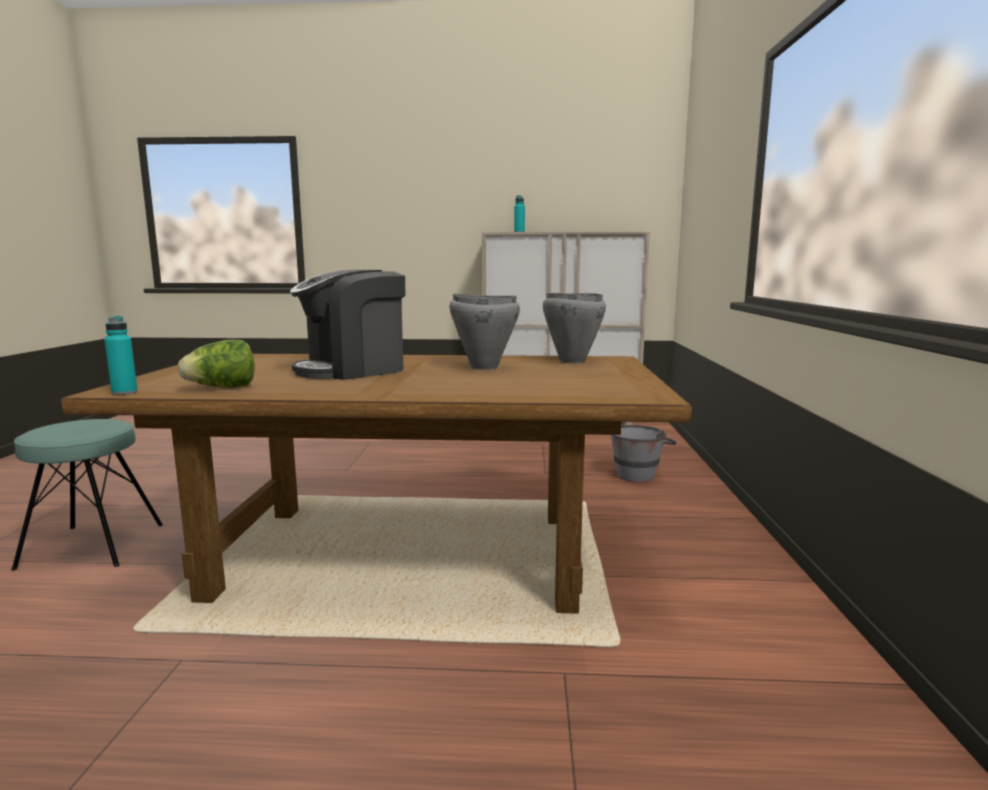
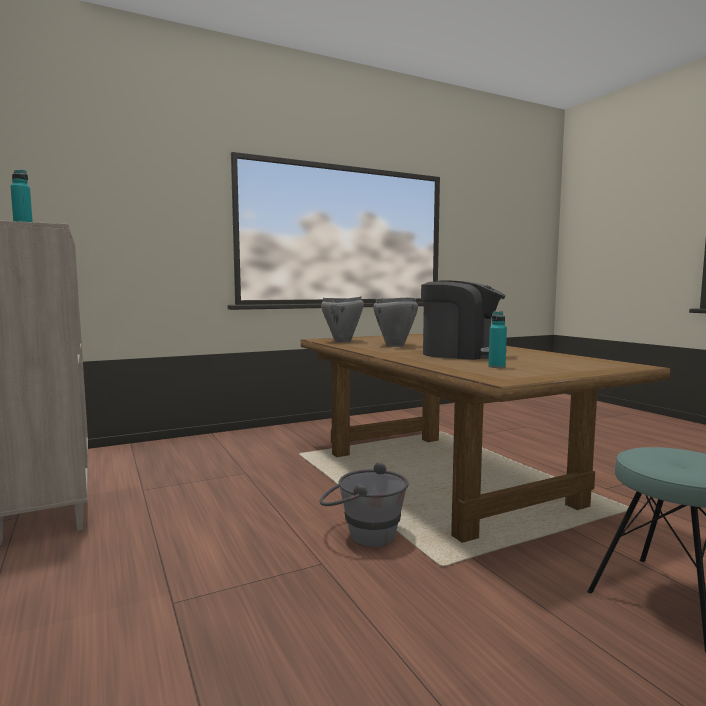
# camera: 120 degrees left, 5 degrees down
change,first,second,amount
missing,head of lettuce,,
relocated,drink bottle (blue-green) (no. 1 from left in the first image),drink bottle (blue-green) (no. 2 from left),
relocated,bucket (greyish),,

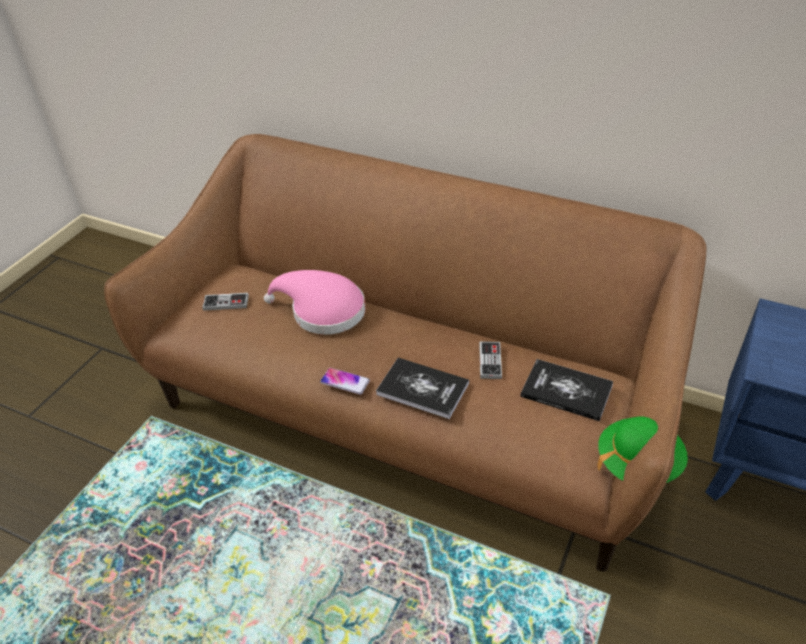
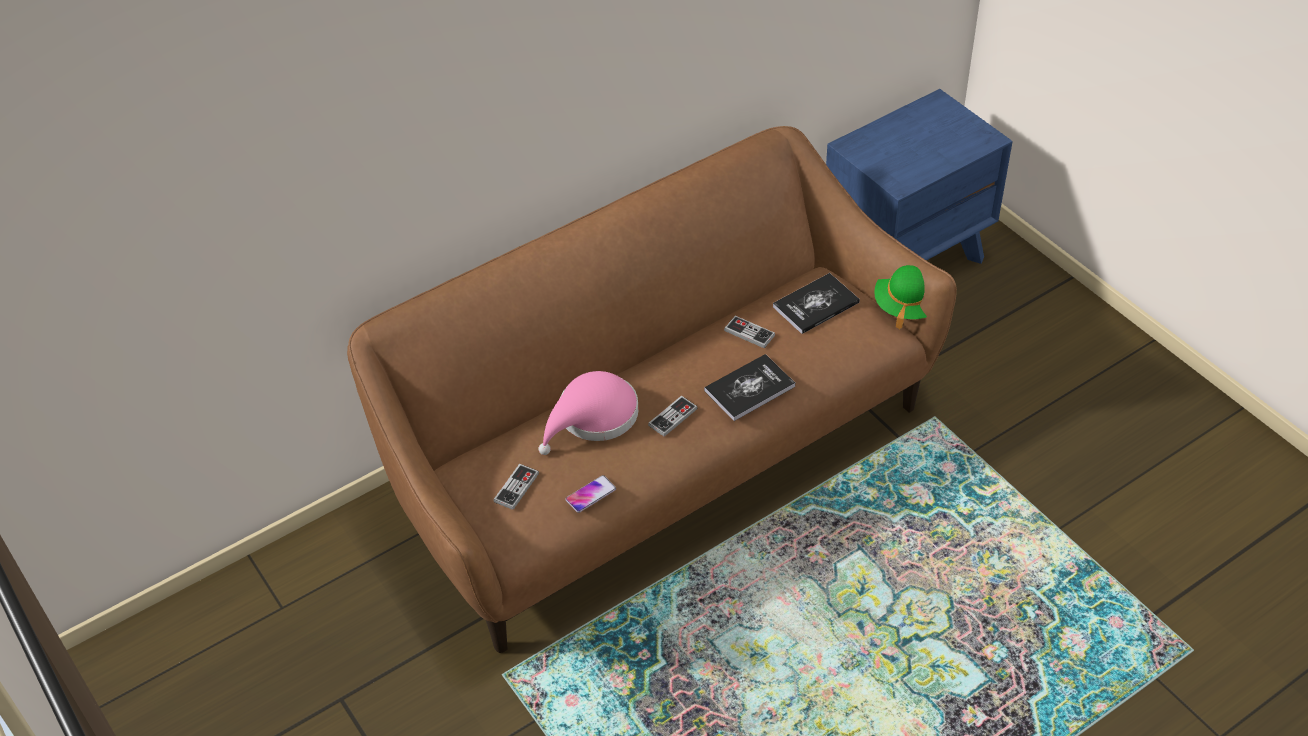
# camera: 60 degrees left, 5 degrees up
change,first,second,amount
appeared,,gamepad (no. 2 from left),
relocated,telephone,,

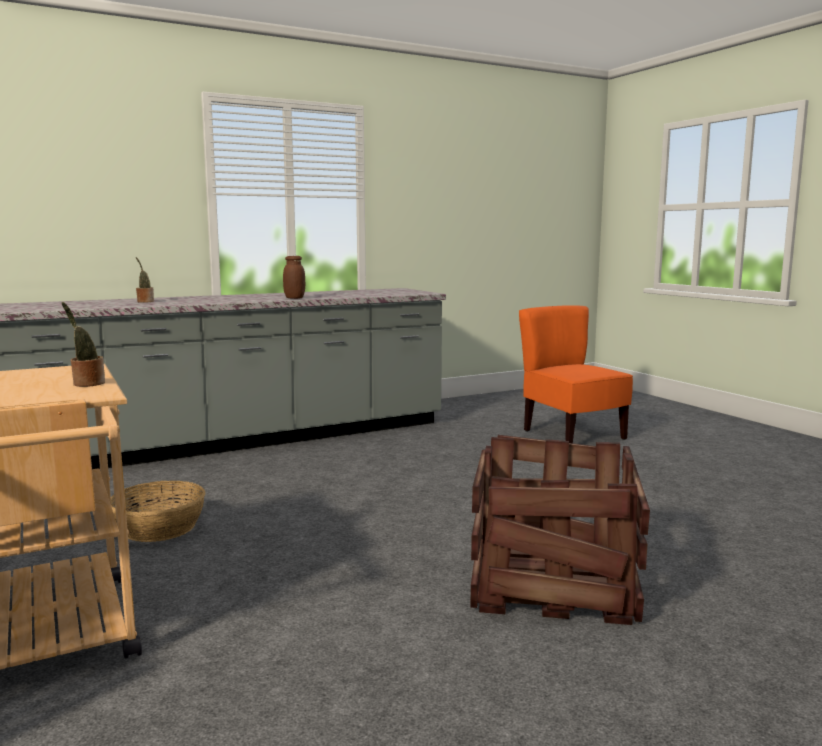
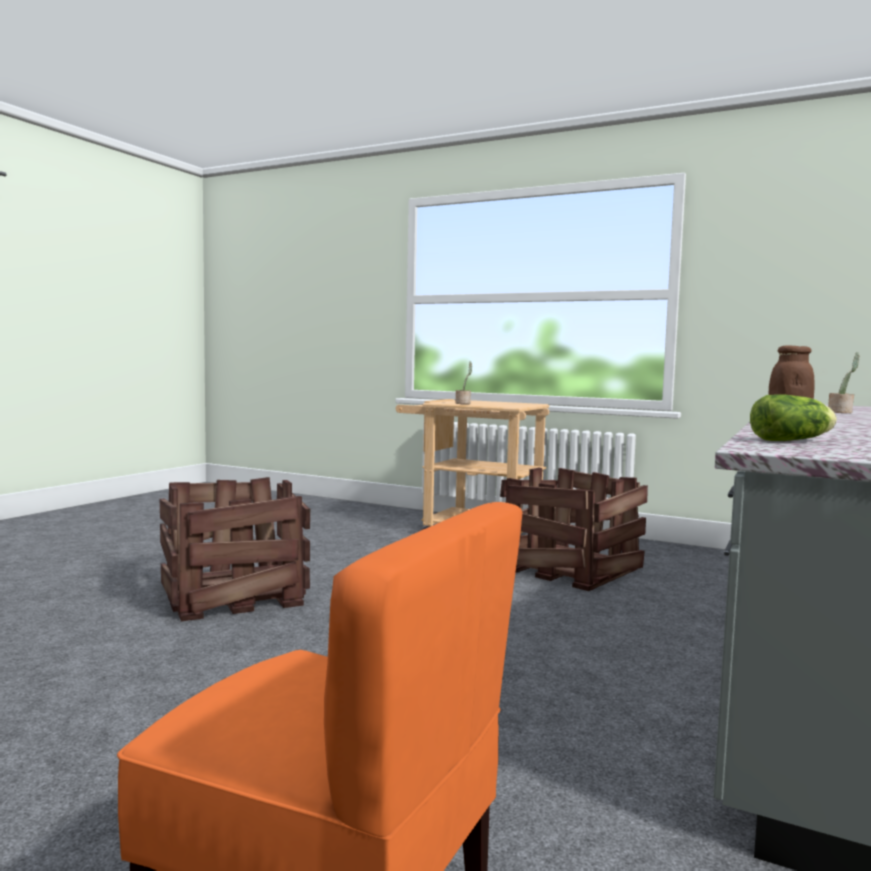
# camera: 145 degrees right, 5 degrees down
change,first,second,amount
appeared,,head of lettuce,
exchanged,basket,shipping crate (no. 2 from left),

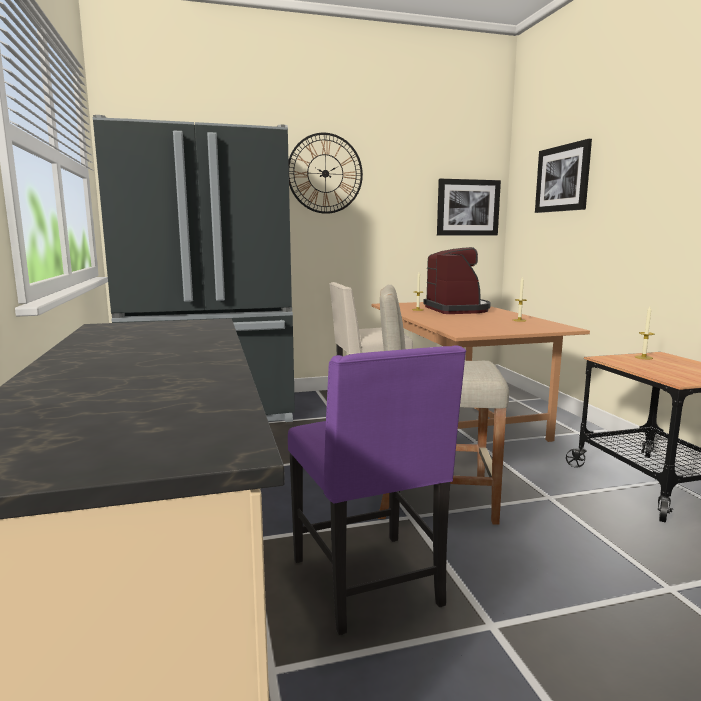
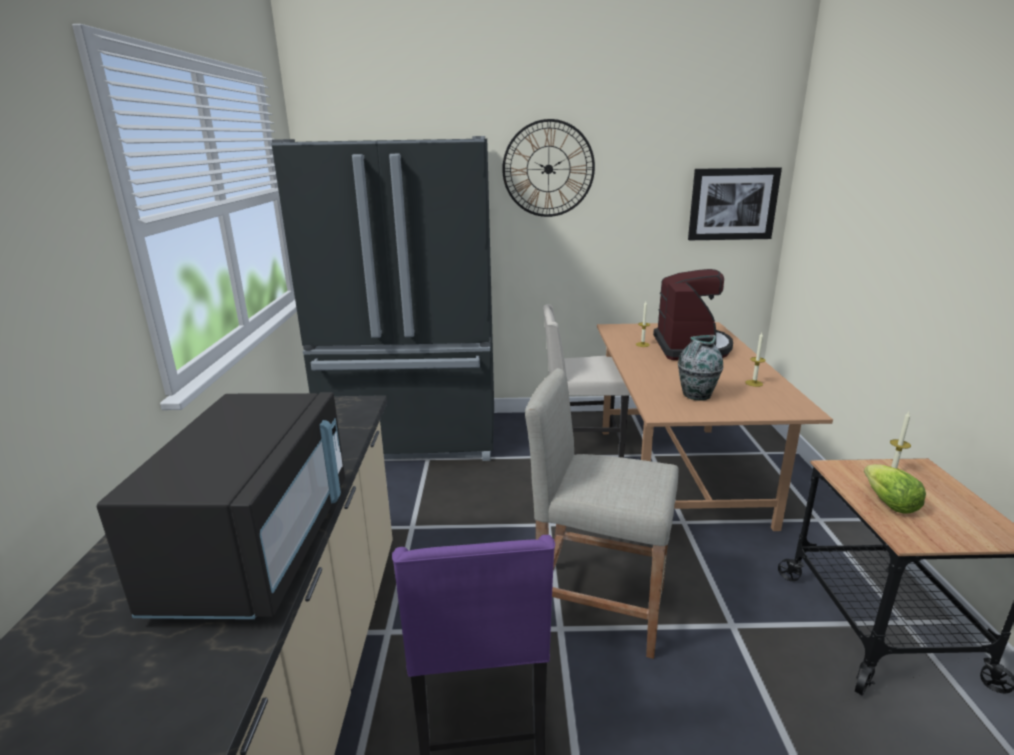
# camera: 15 degrees right, 10 degrees up
change,first,second,amount
missing,wall picture (no. 2 from left),,
appeared,,microwave (blackish),
appeared,,decorative vase,
appeared,,head of lettuce,

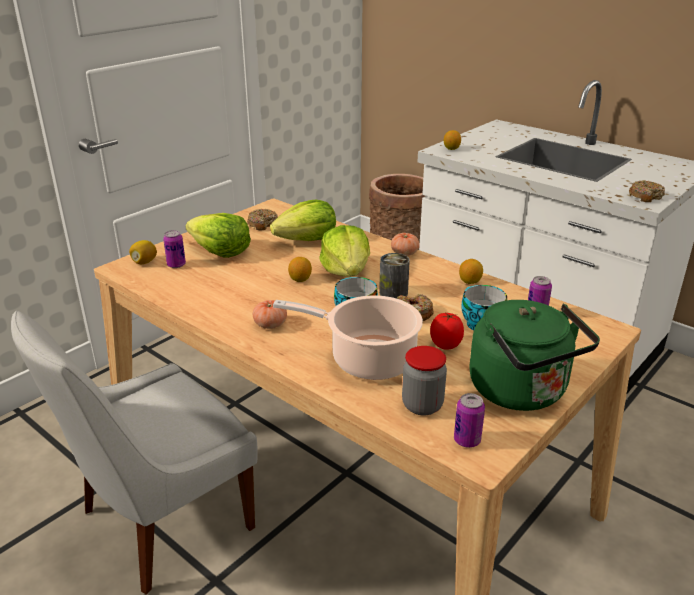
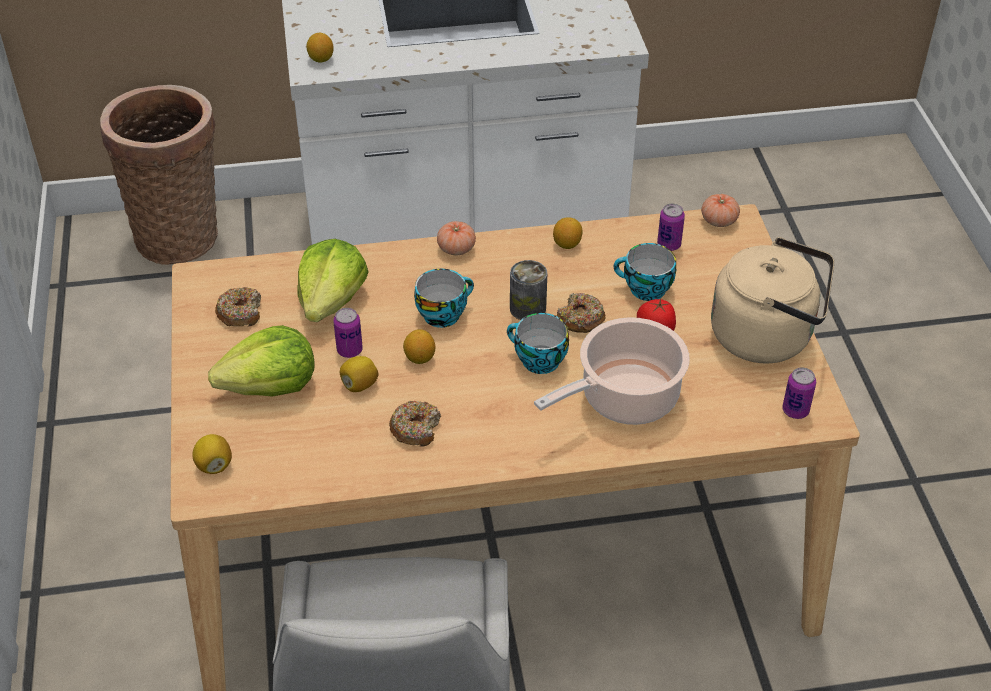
# camera: 50 degrees left, 15 degrees up
change,first,second,amount
missing,jar,,
appeared,,lemon (no. 3 from left),
relocated,can (no. 1 from left),,
relocated,whole tomato (no. 1 from left in the first image),whole tomato (no. 3 from left),
relocated,donut (no. 3 from left in the first image),donut (no. 2 from left),
exchanged,head of lettuce (no. 3 from left),drinking cup (no. 1 from left),
colour,water kettle (greenish),water kettle (beige),

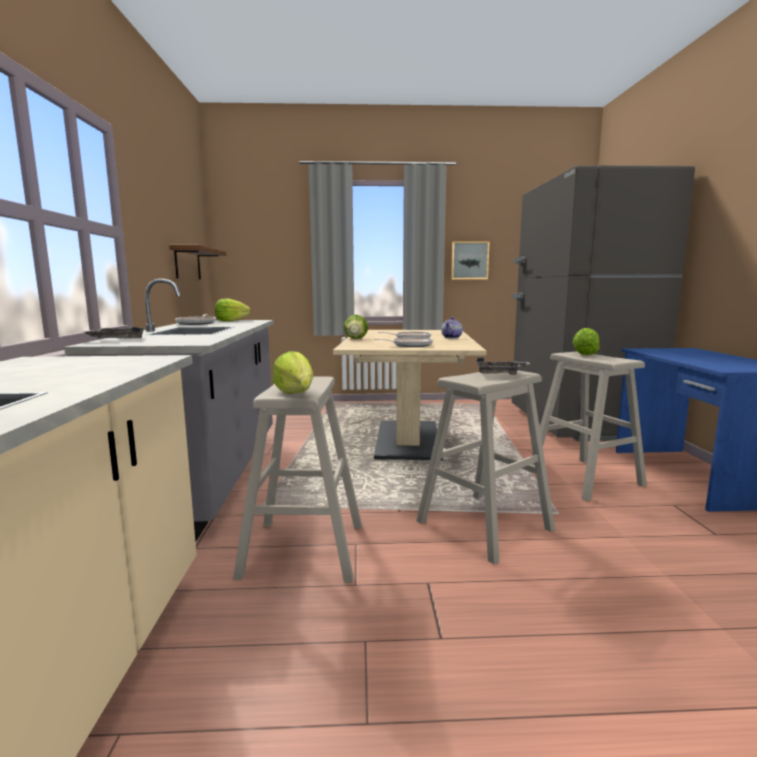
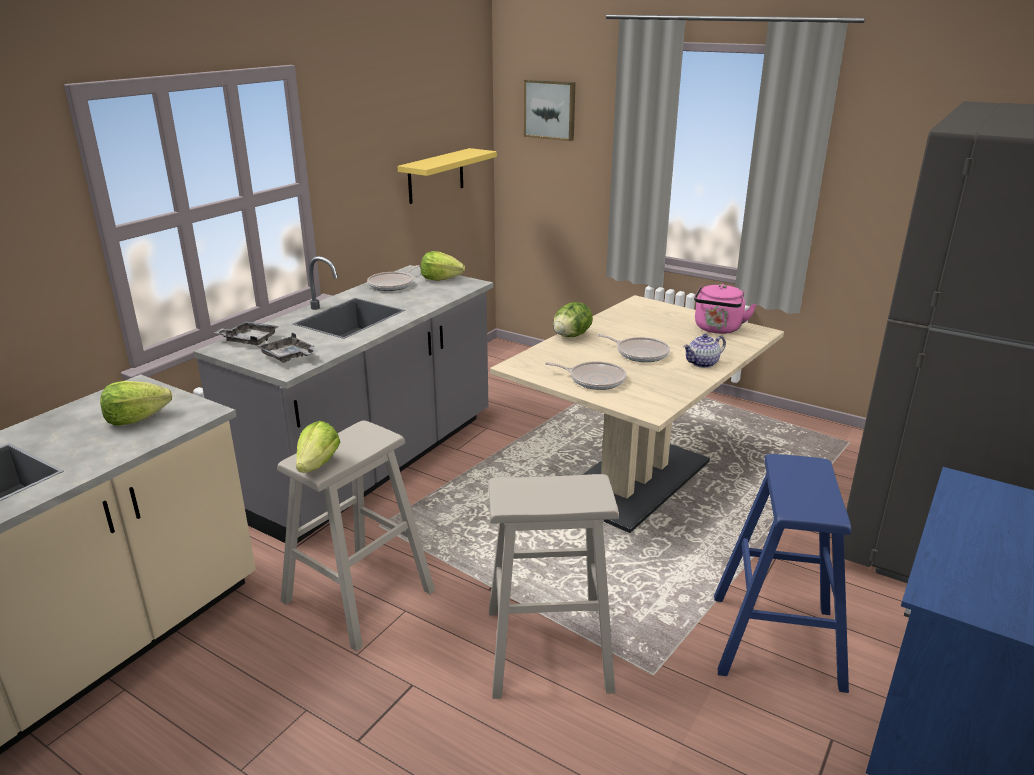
# camera: 35 degrees right, 15 degrees up
change,first,second,amount
appeared,,water kettle (pink),
relocated,wall picture,,
relocated,carrying tray (greyish) (no. 2 from left),,
relocated,head of lettuce (no. 4 from left in the first image),head of lettuce (no. 1 from left),
colour,wall shelf (brown),wall shelf (yellowish),
colour,sitting stool (beige) (no. 3 from left),sitting stool (blue),

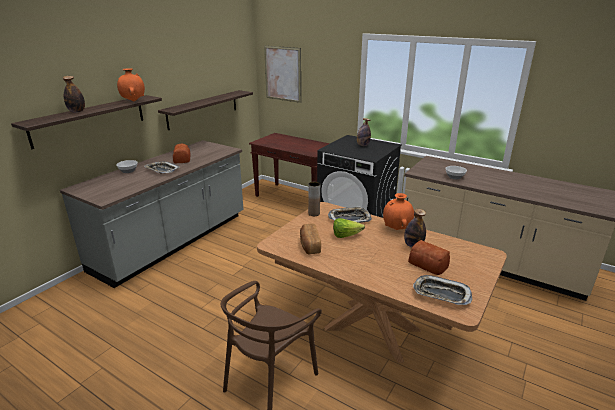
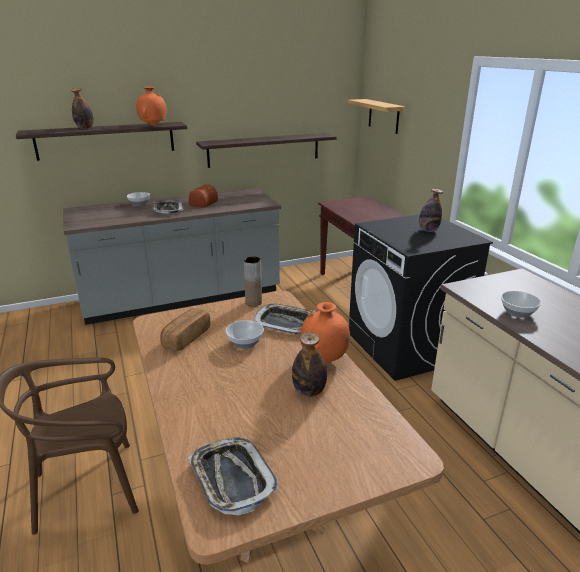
# camera: 35 degrees right, 0 degrees up
change,first,second,amount
missing,bakery bread (no. 3 from left),,
exchanged,wall picture,wall shelf (no. 3 from left),
exchanged,head of lettuce,deep dish (no. 2 from left),

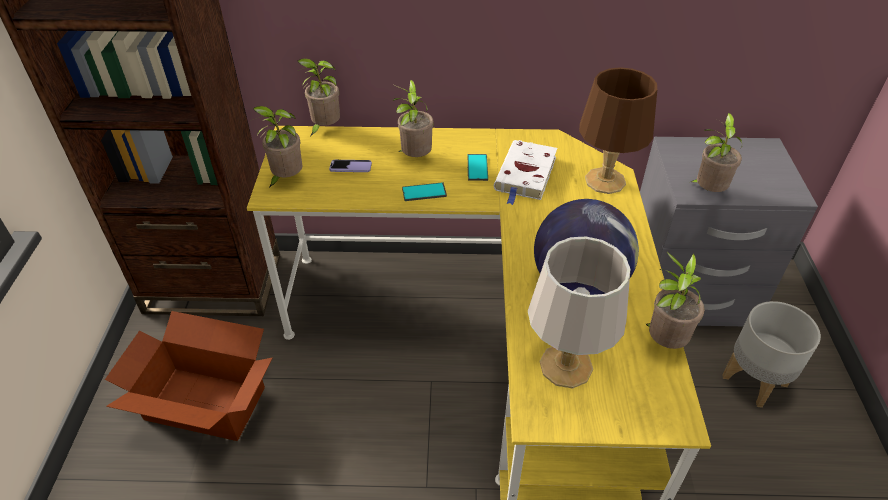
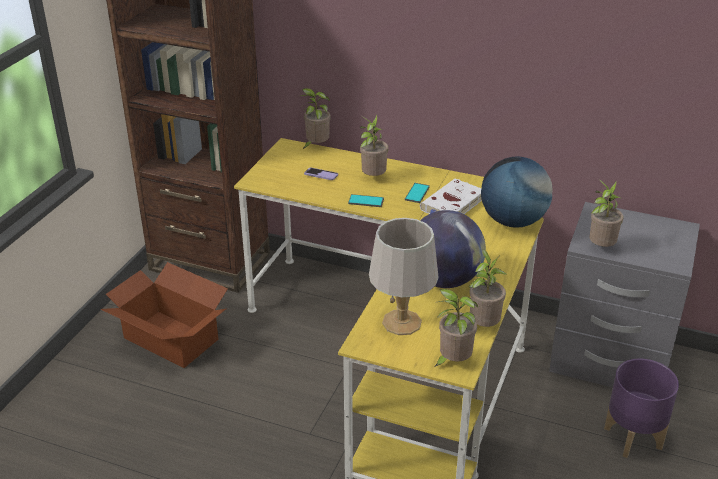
# camera: 20 degrees right, 10 degrees down
change,first,second,amount
relocated,potted plant (no. 1 from left in the first image),potted plant (no. 3 from left),
exchanged,lamp for a table (brown),desk globe (no. 2 from left),
colour,planter (greyish),planter (purple),

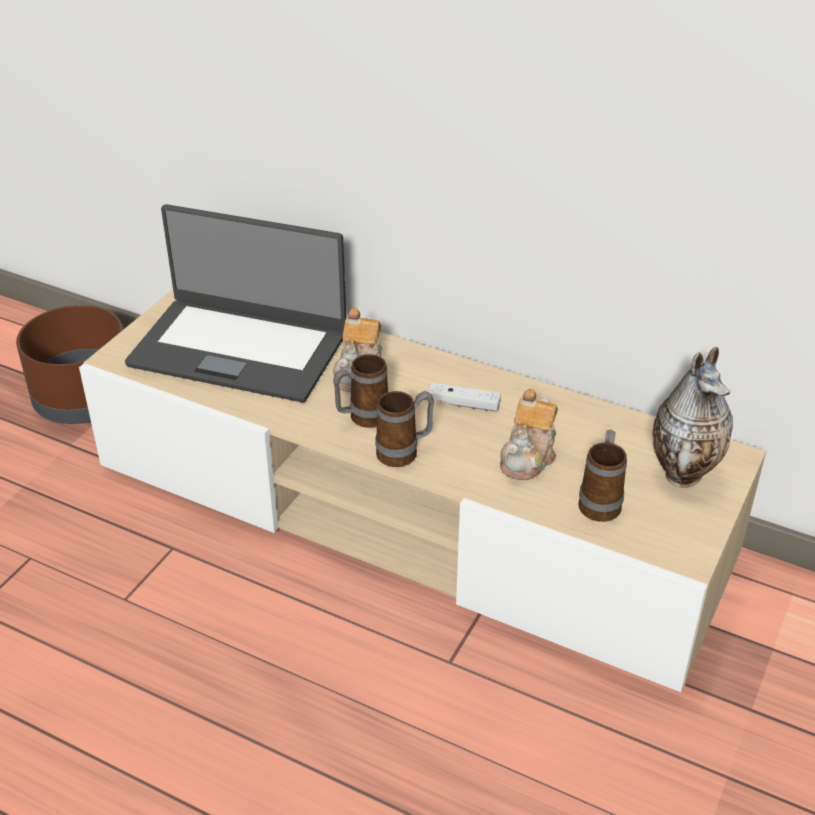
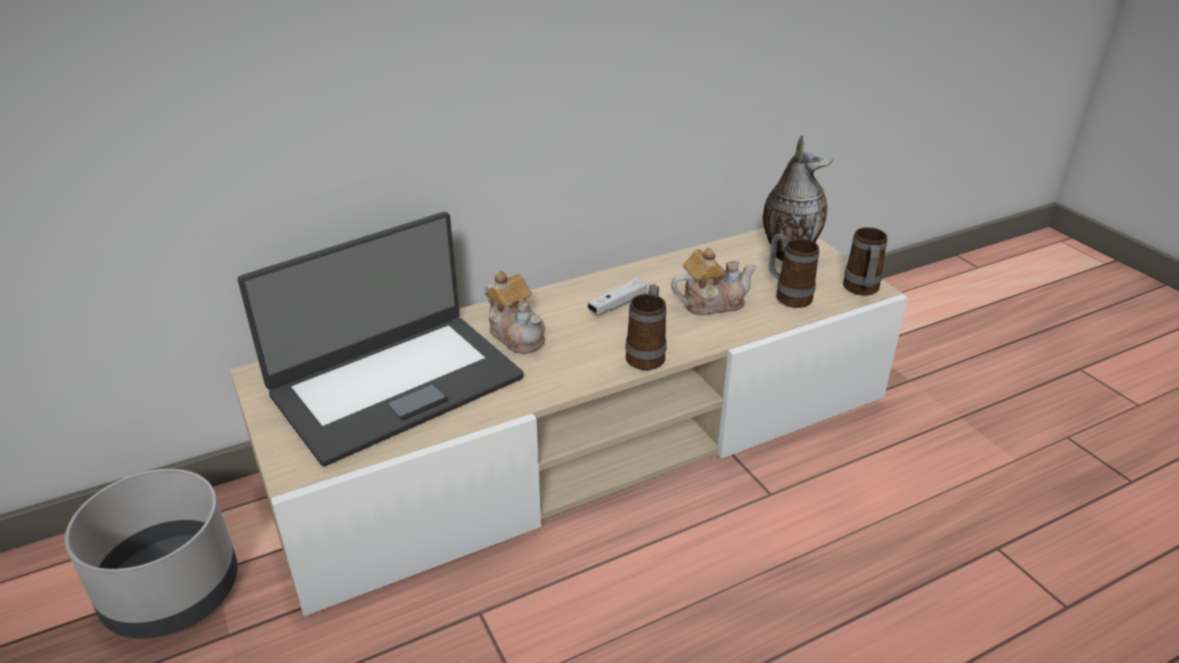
# camera: 55 degrees left, 5 degrees down
change,first,second,amount
relocated,mug (no. 1 from left in the first image),mug (no. 3 from left),
colour,planter (brown),planter (greyish),
spun,teapot (no. 2 from left),,75 degrees counterclockwise

